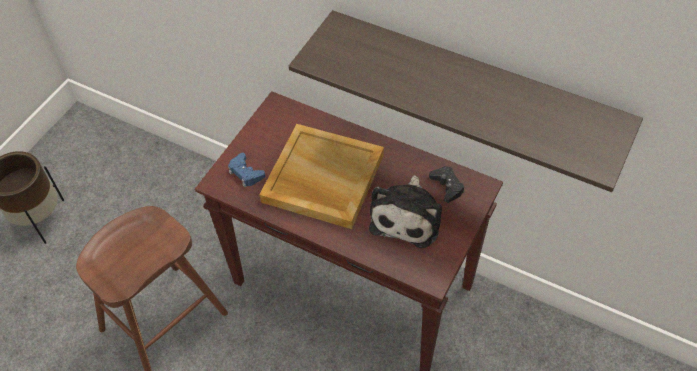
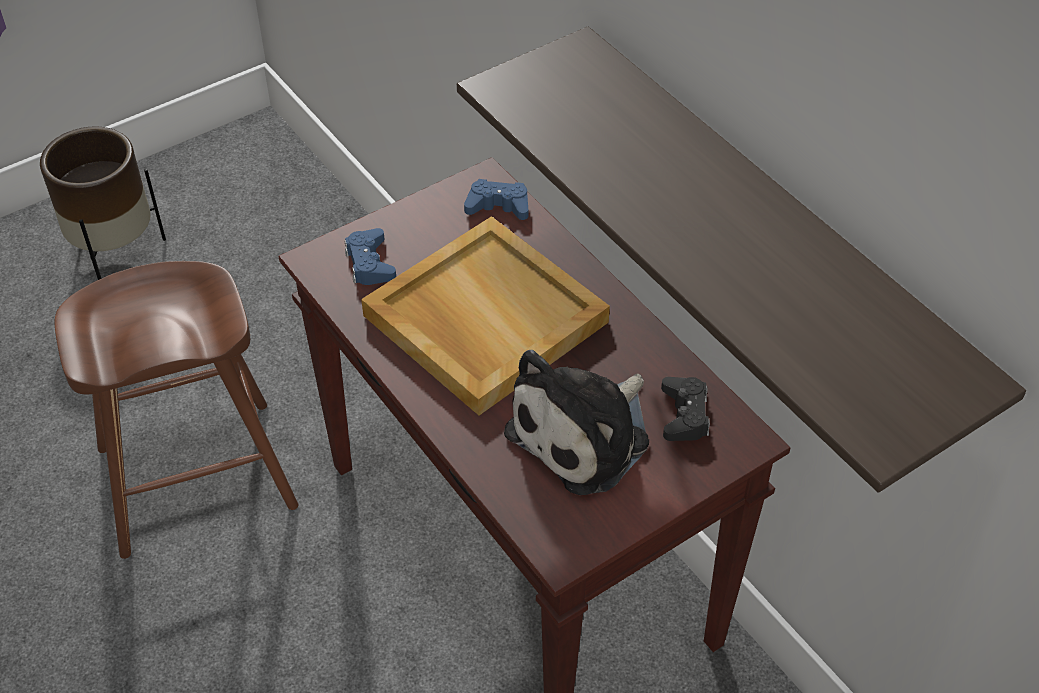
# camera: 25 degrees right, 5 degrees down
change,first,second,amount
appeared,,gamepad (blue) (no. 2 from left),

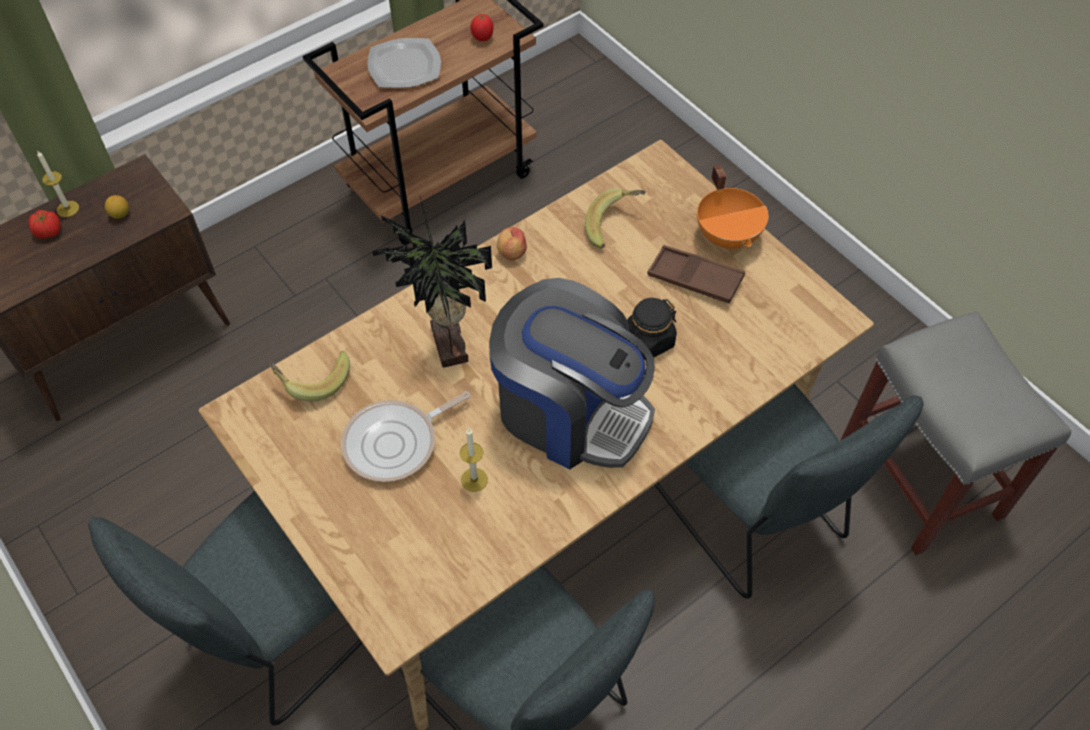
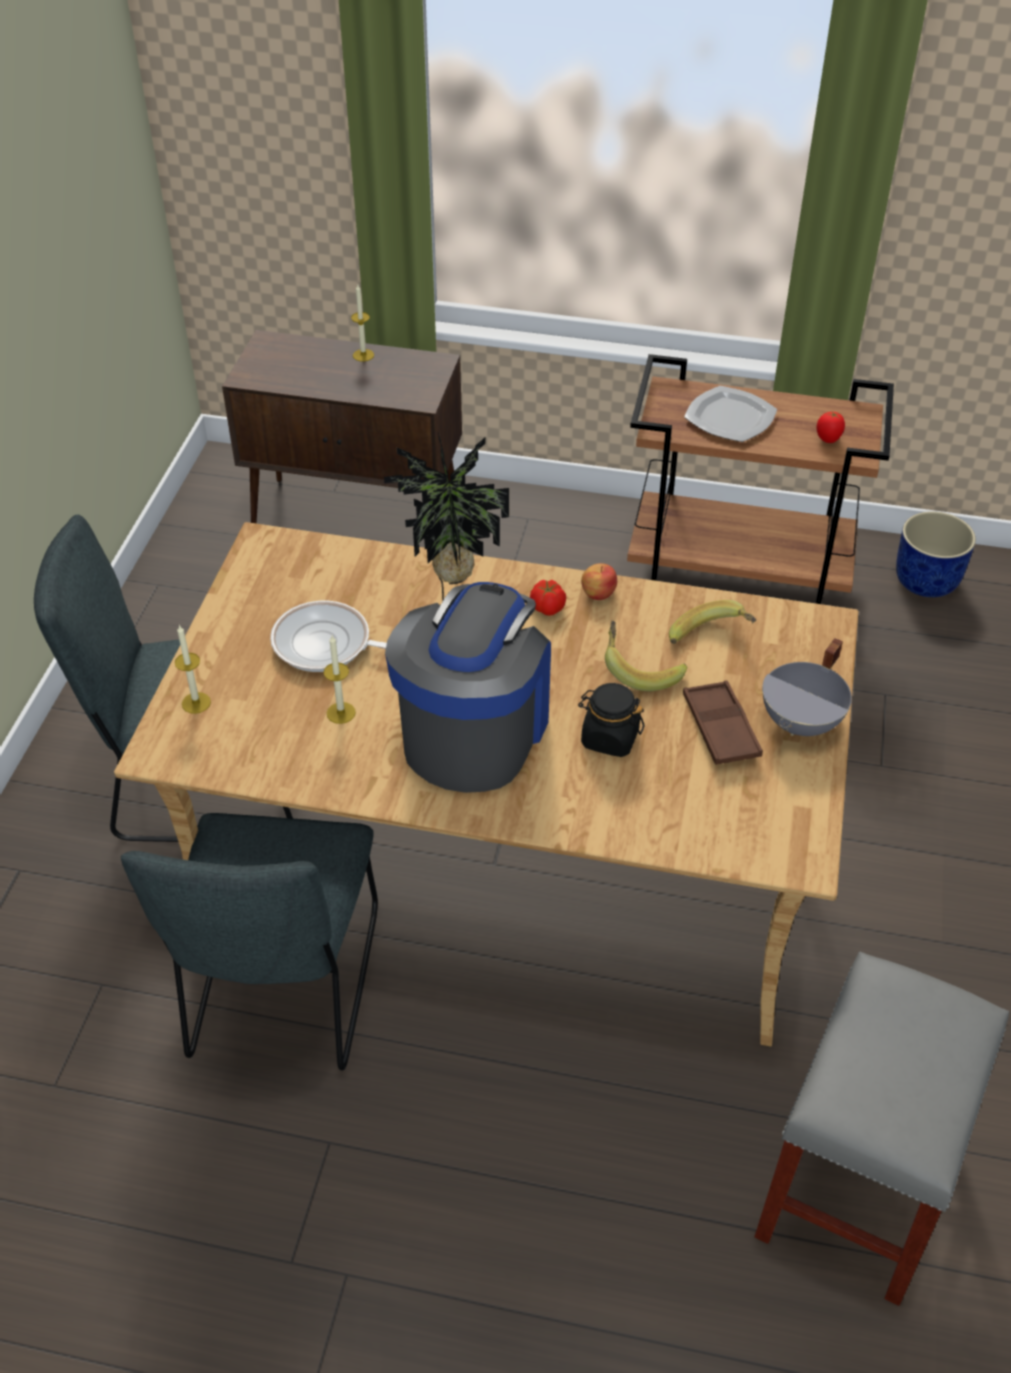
# camera: 50 degrees right, 10 degrees down
change,first,second,amount
missing,lemon,,
missing,upright chair (greyish) (no. 3 from left),,
appeared,,wax light (no. 1 from left),
appeared,,planter (blue),
relocated,whole tomato (no. 1 from left),,
relocated,whole banana (no. 1 from left),,
colour,stockpot (orange),stockpot (greyish),
spun,coffee maker,,150 degrees counterclockwise

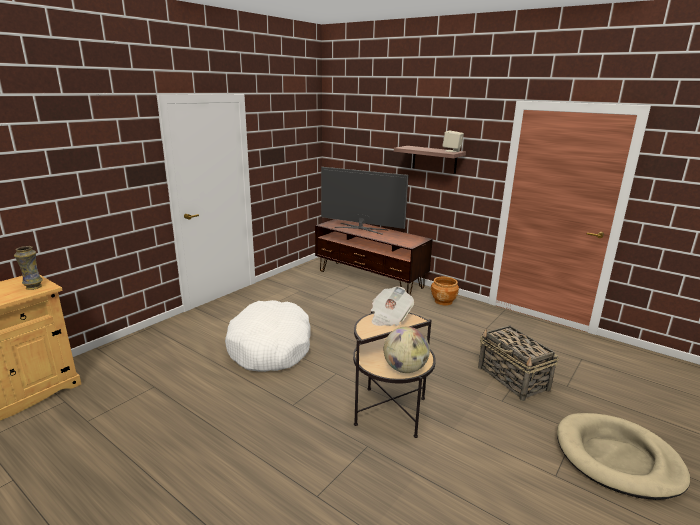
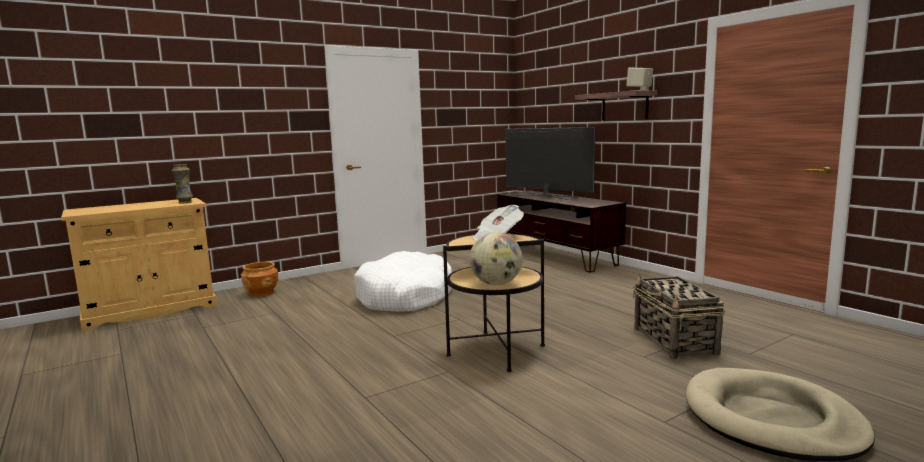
# camera: 20 degrees right, 10 degrees down
change,first,second,amount
relocated,planter (brown),,

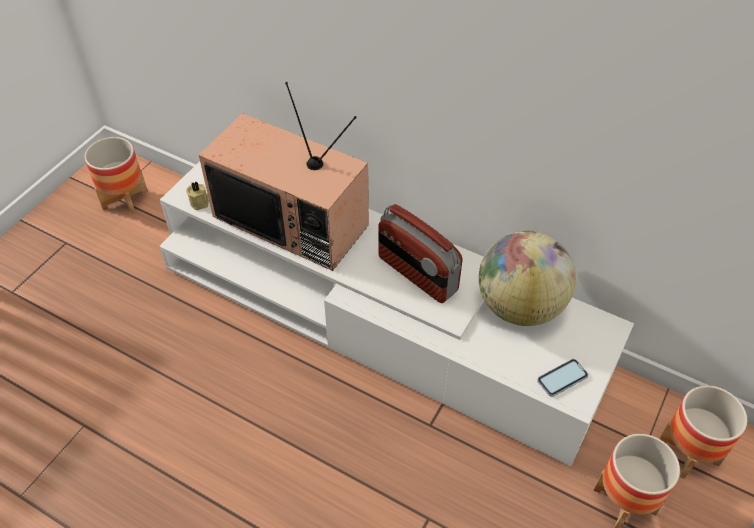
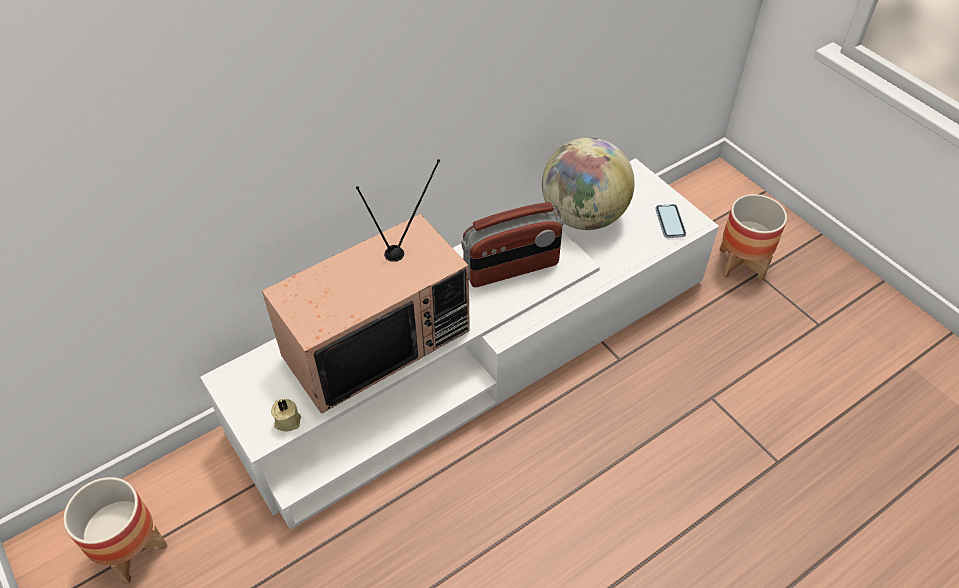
# camera: 65 degrees left, 0 degrees up
change,first,second,amount
missing,planter (no. 3 from left),,

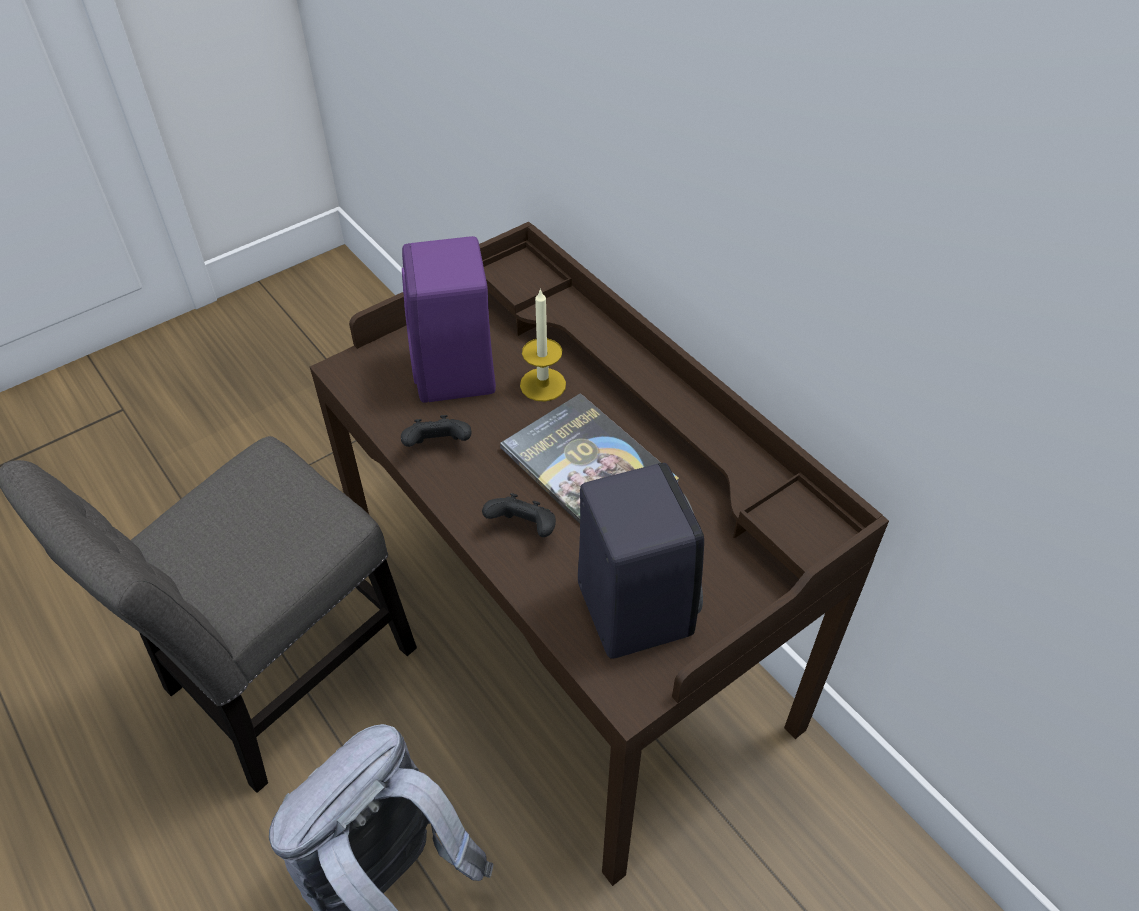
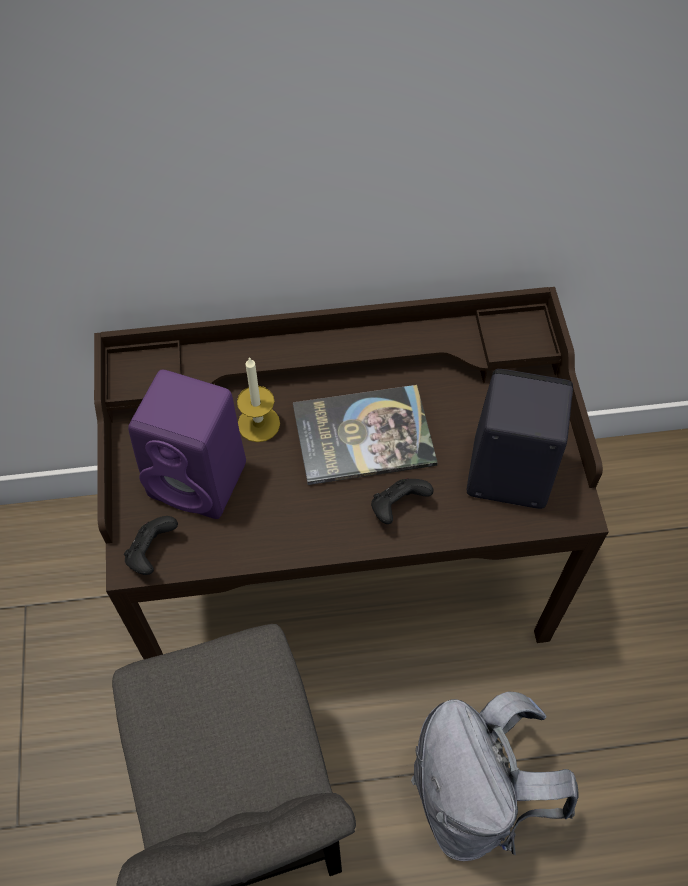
# camera: 60 degrees left, 10 degrees up
change,first,second,amount
relocated,gamepad (blackish) (no. 1 from left),,

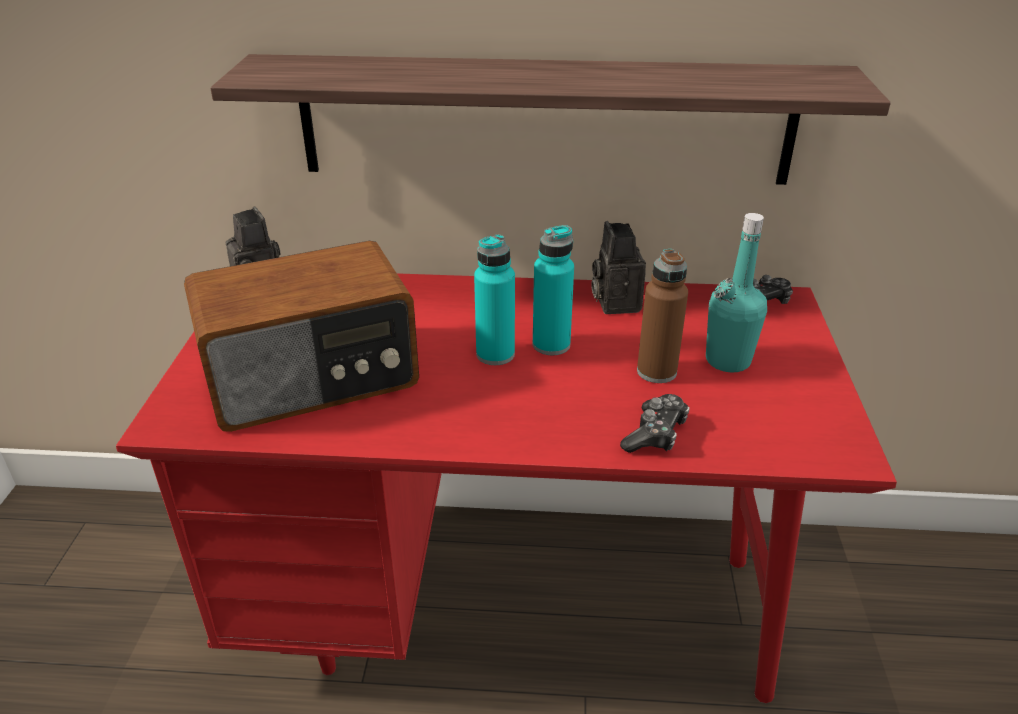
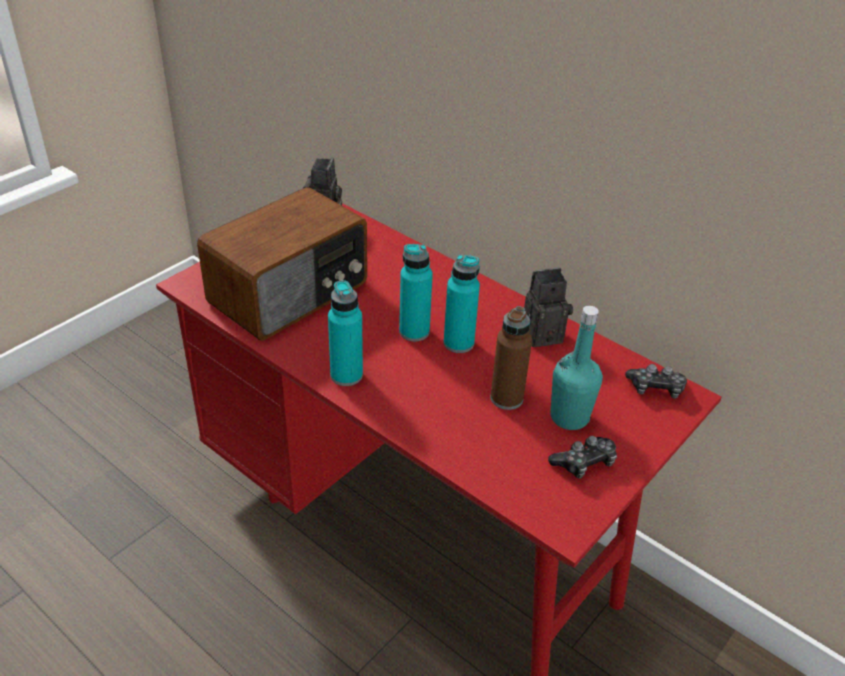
# camera: 35 degrees right, 5 degrees up
change,first,second,amount
missing,wall shelf,,
appeared,,drink bottle (blue-green) (no. 1 from left),
relocated,gamepad (no. 1 from left),,
spun,radio receiver,,60 degrees counterclockwise
spun,photo camera (no. 2 from left),,45 degrees clockwise

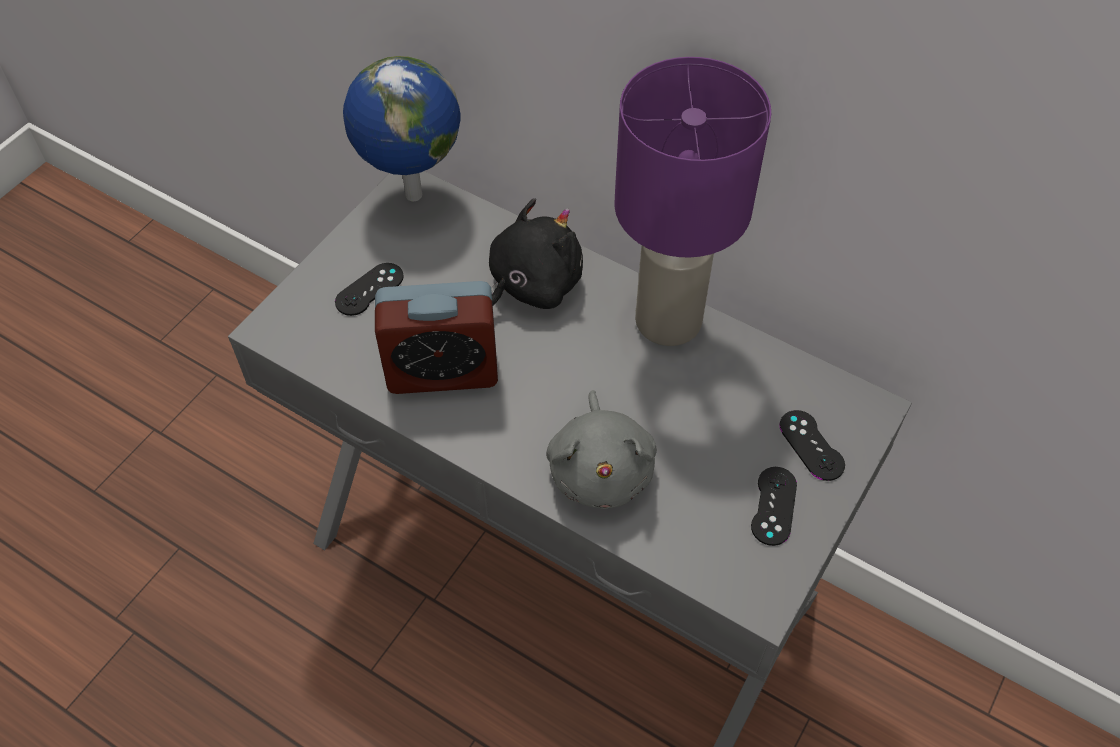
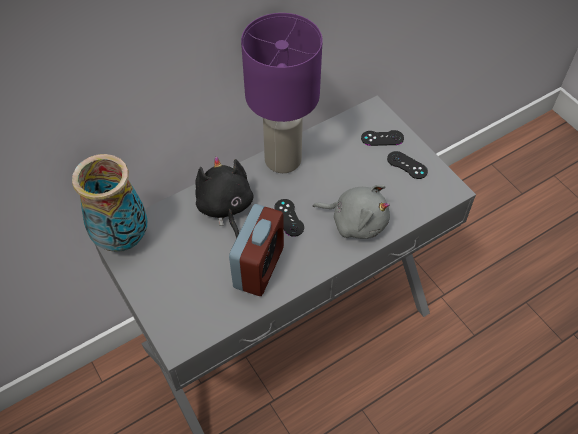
# camera: 65 degrees left, 0 degrees up
change,first,second,amount
relocated,gamepad (blackish) (no. 1 from left),,
exchanged,desk globe,decorative vase,

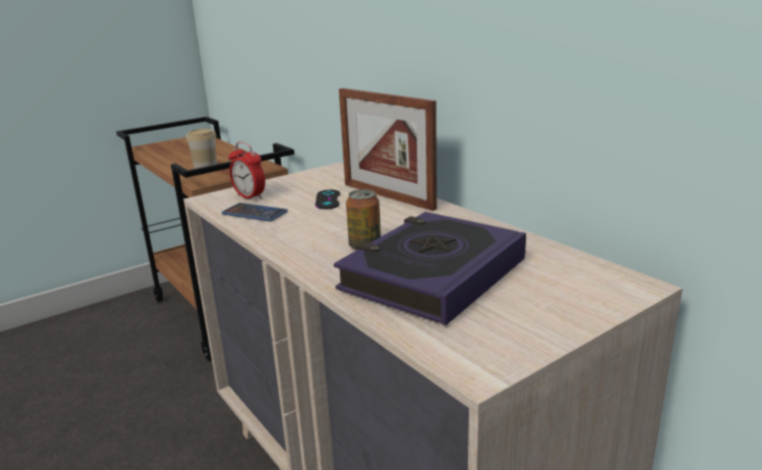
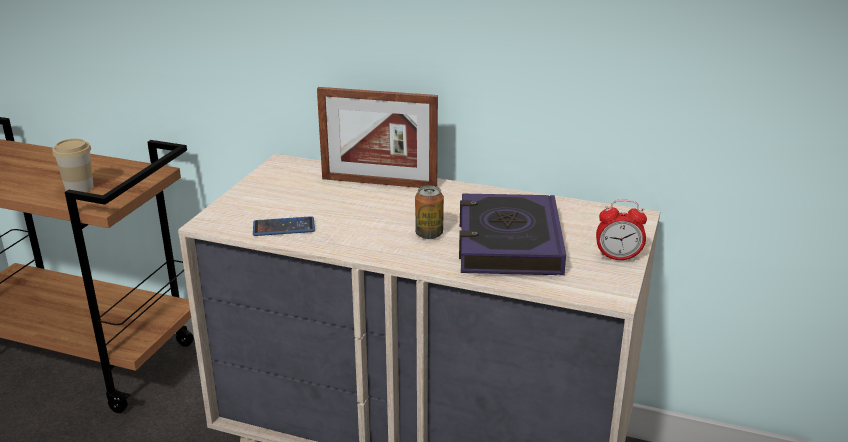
# camera: 35 degrees left, 5 degrees up
change,first,second,amount
missing,gamepad (blackish),,
relocated,table clock,,

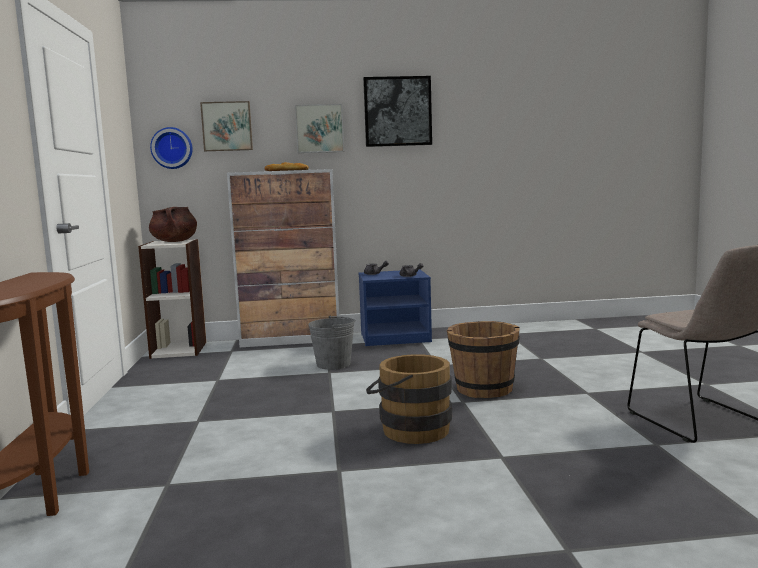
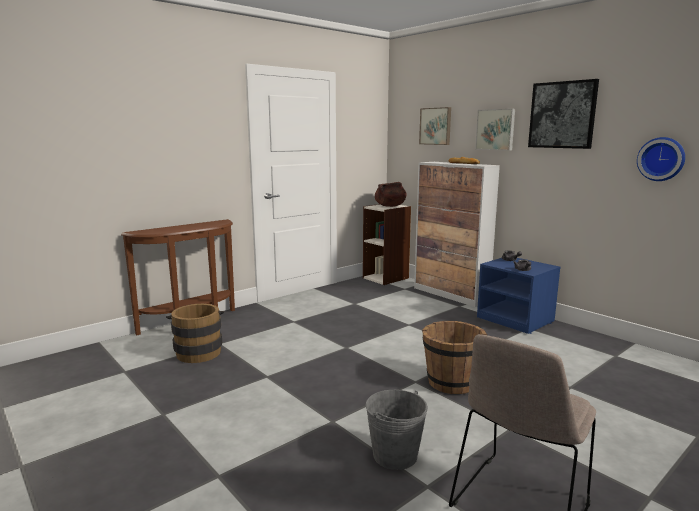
# camera: 55 degrees right, 5 degrees up
change,first,second,amount
relocated,clock on the wall,,
relocated,bucket (greyish),,
relocated,bucket (brown) (no. 1 from left),,

